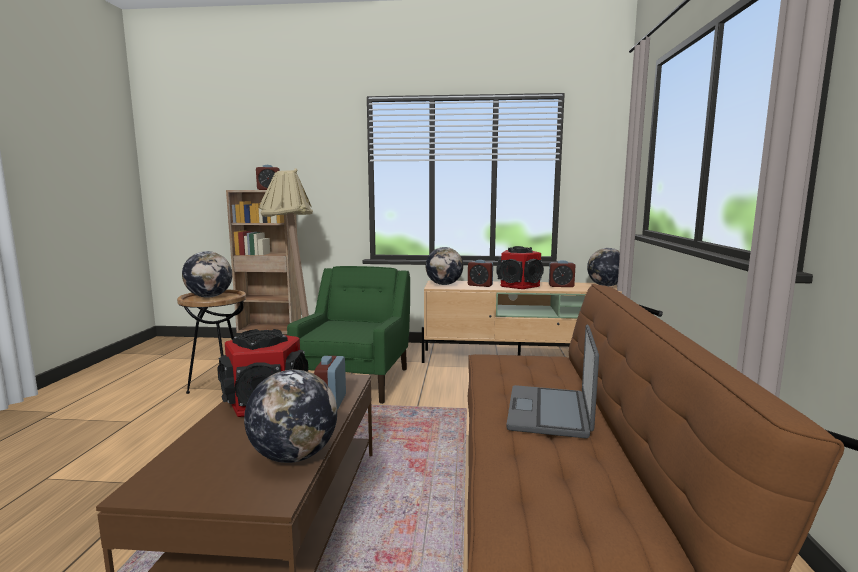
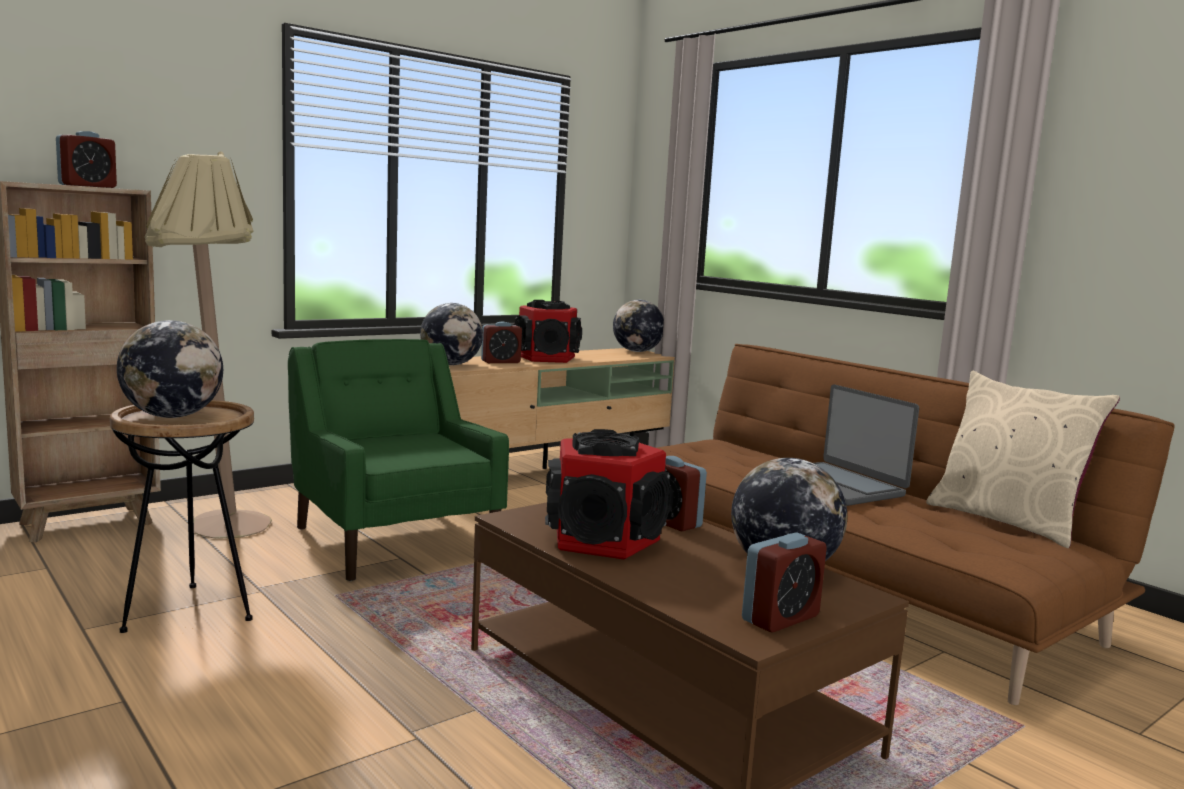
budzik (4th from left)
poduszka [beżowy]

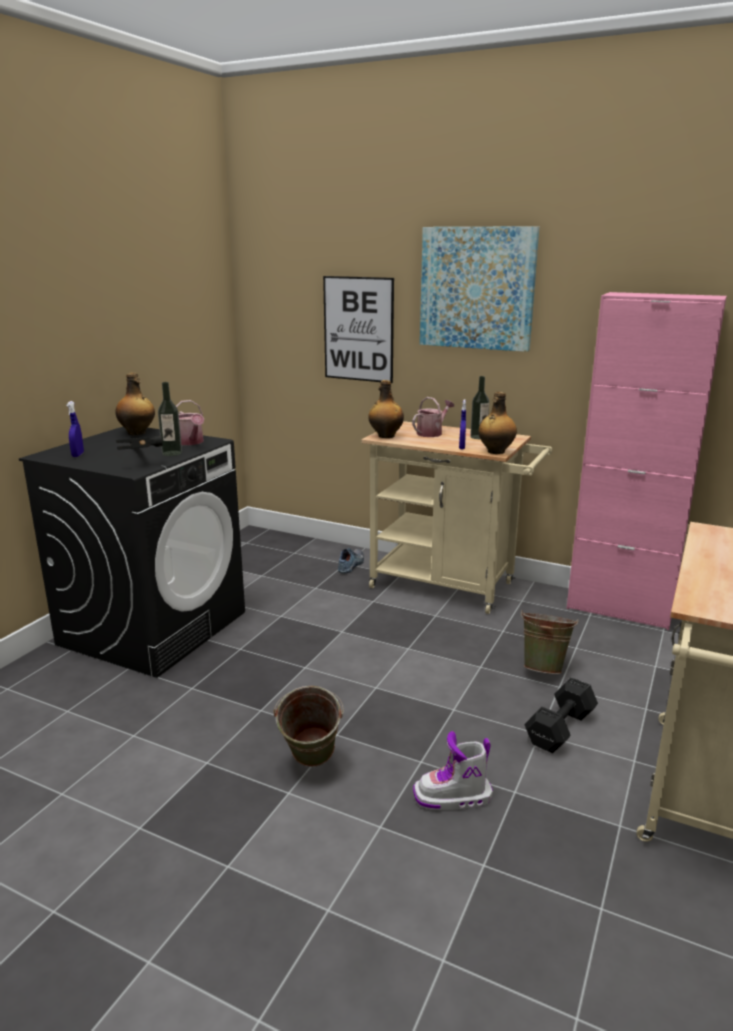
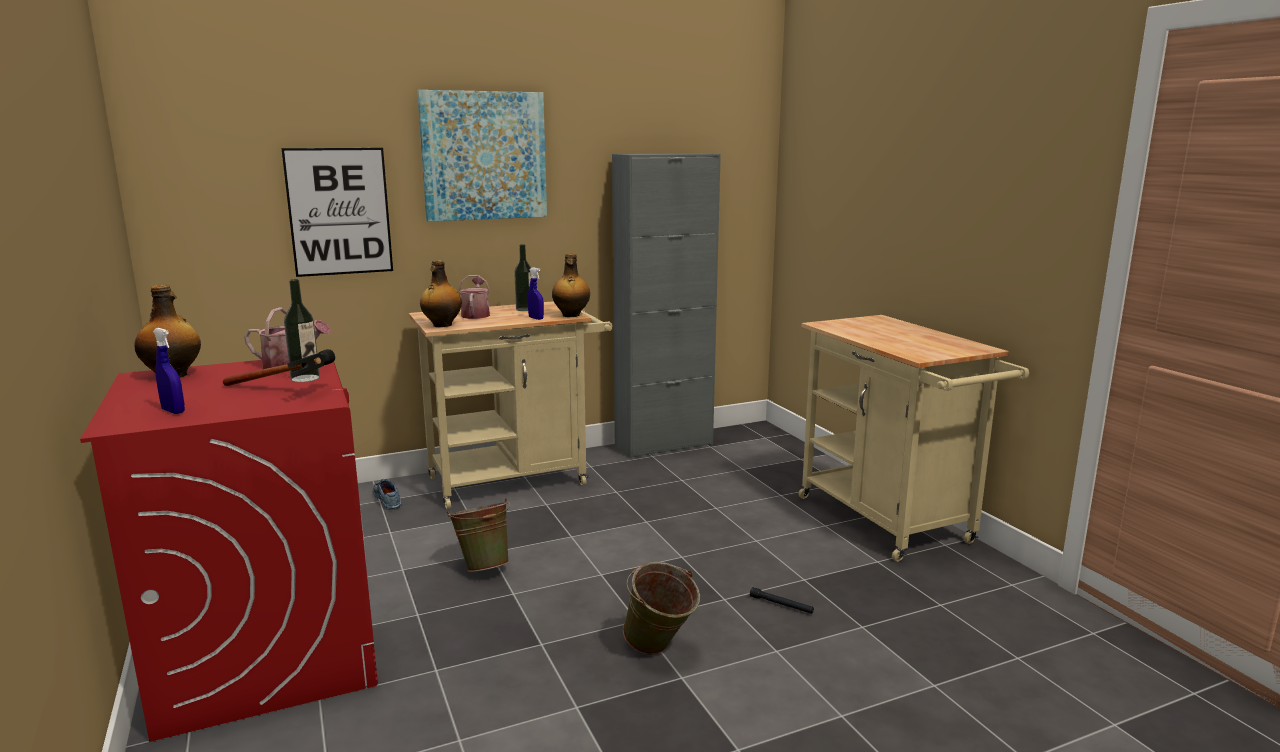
pralka [czerwony]
wiadro [zielony] (1st from left)
szafka [szary]
latarka [czarny]
hantel [czarny]

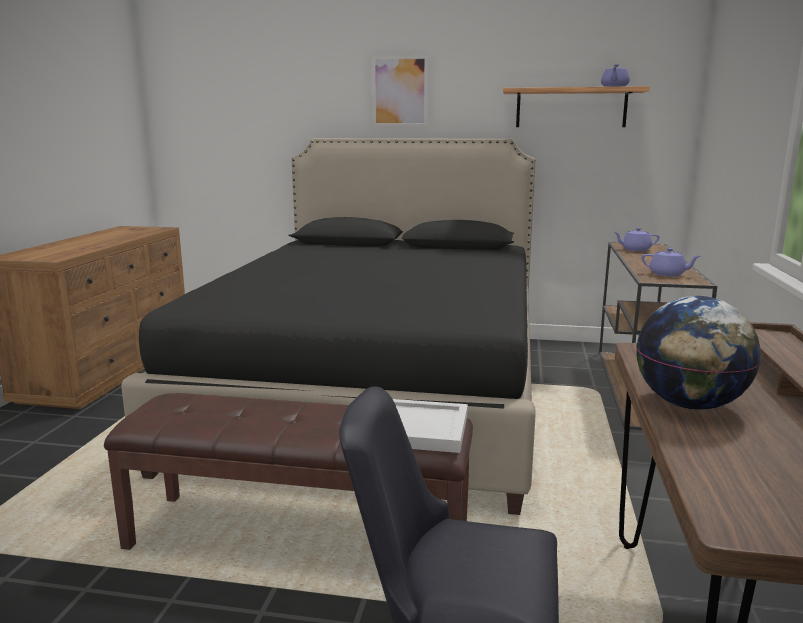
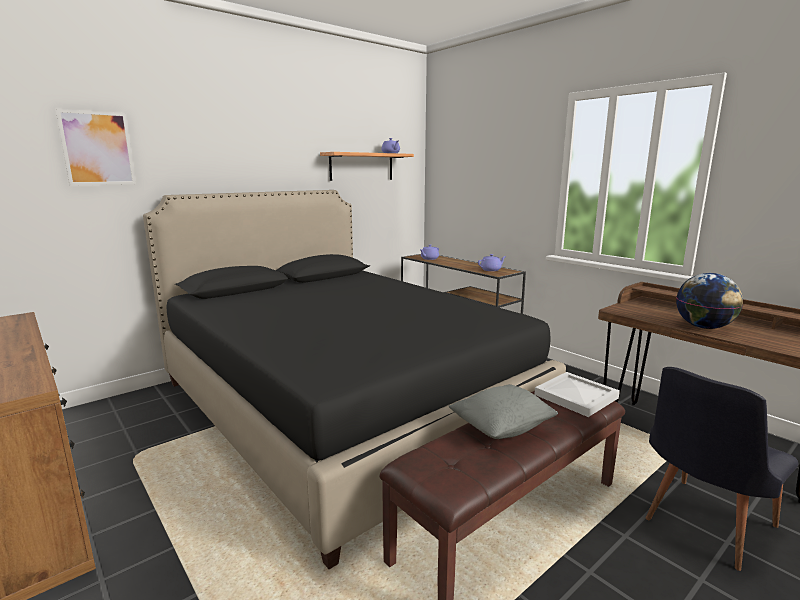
obraz
poduszka [szary]

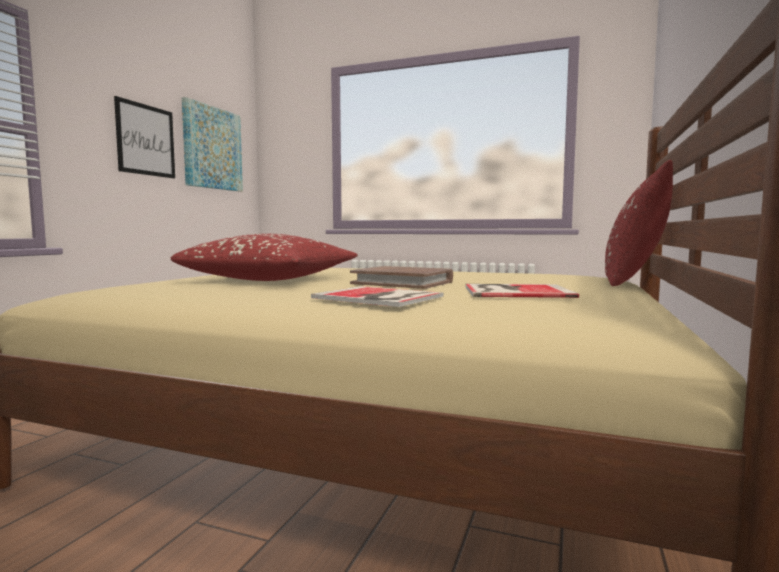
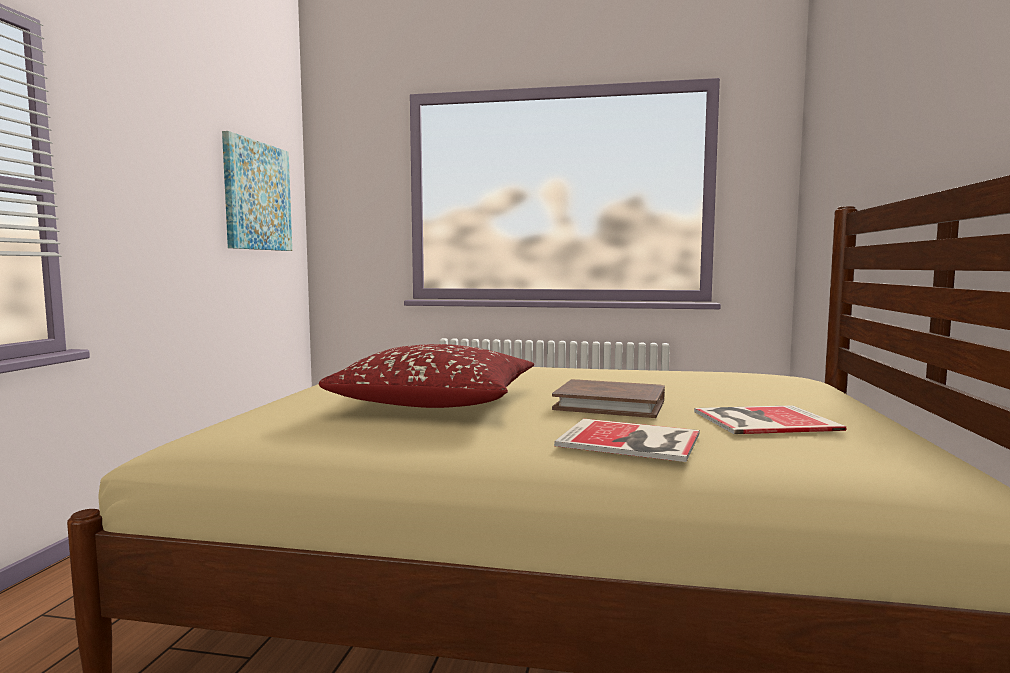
obraz (1st from left in the first image)
poduszka [czerwony] (2nd from left in the first image)

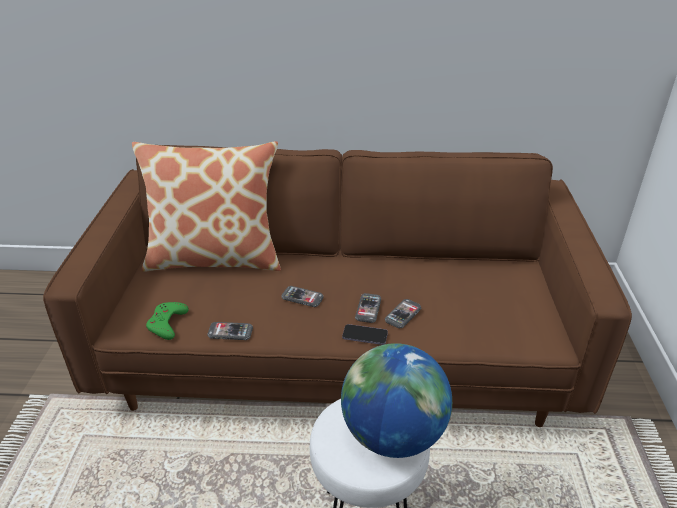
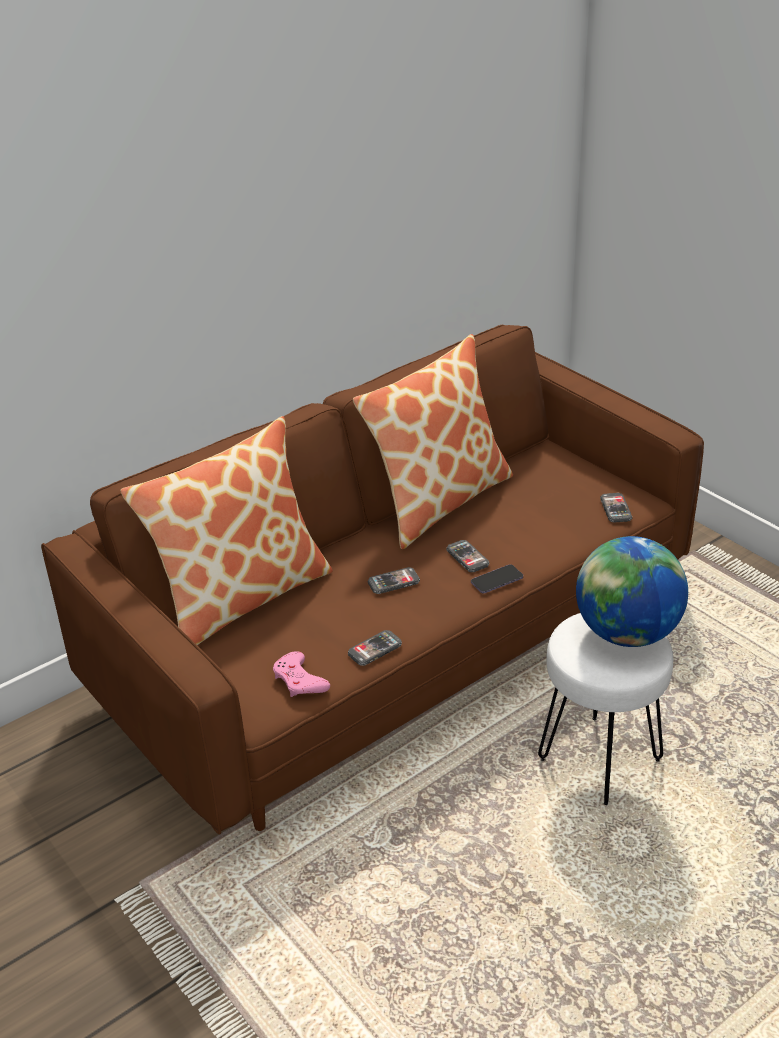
pad do gier [różowy]
poduszka (2nd from left)
telefon (5th from left)

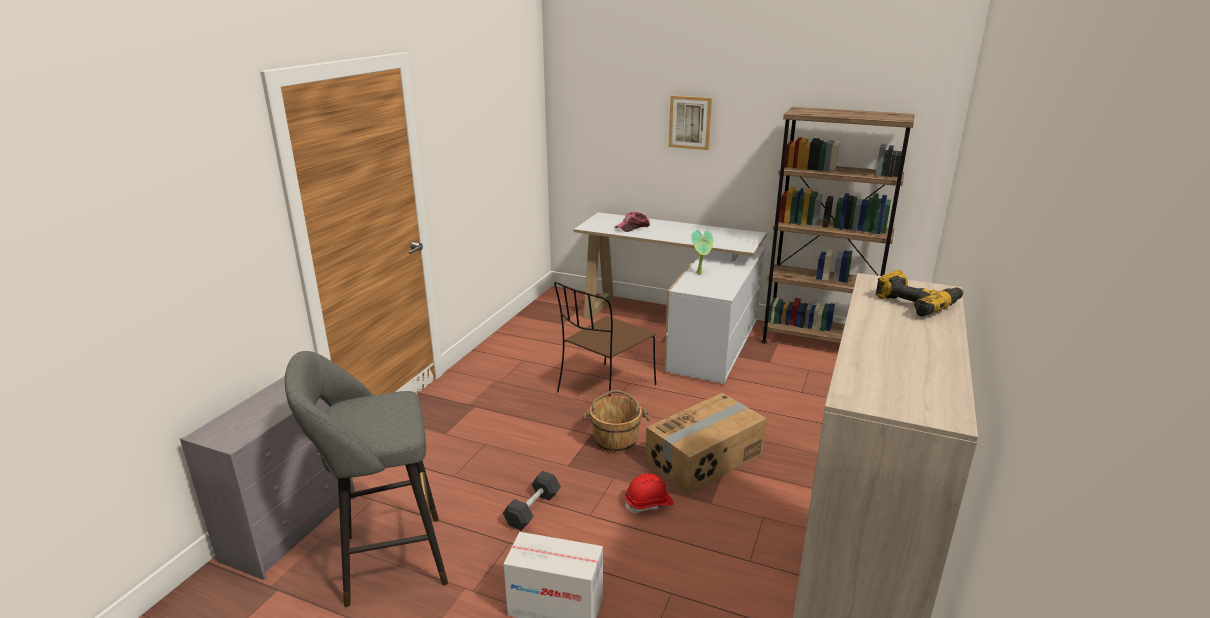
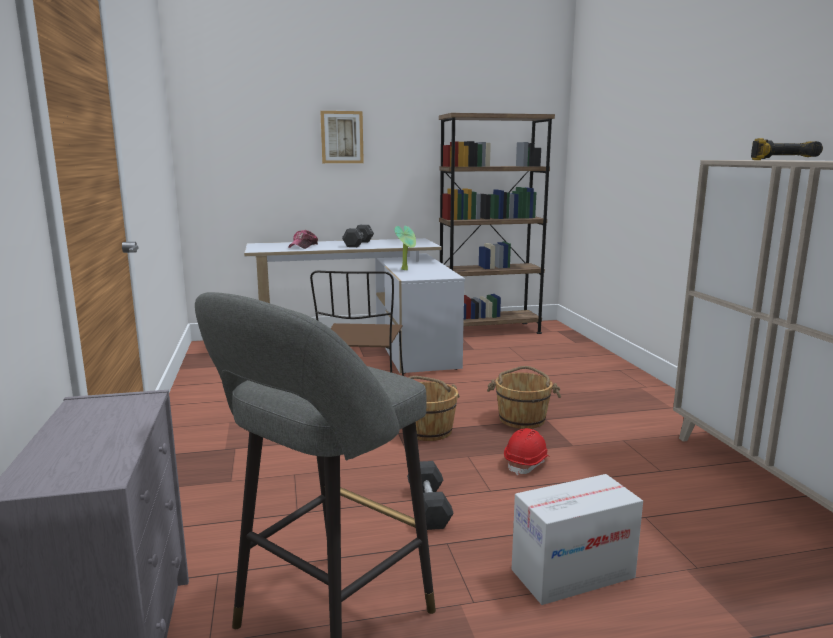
hantel [czarny] (1st from left)
wiadro [brązowy] (2nd from left)

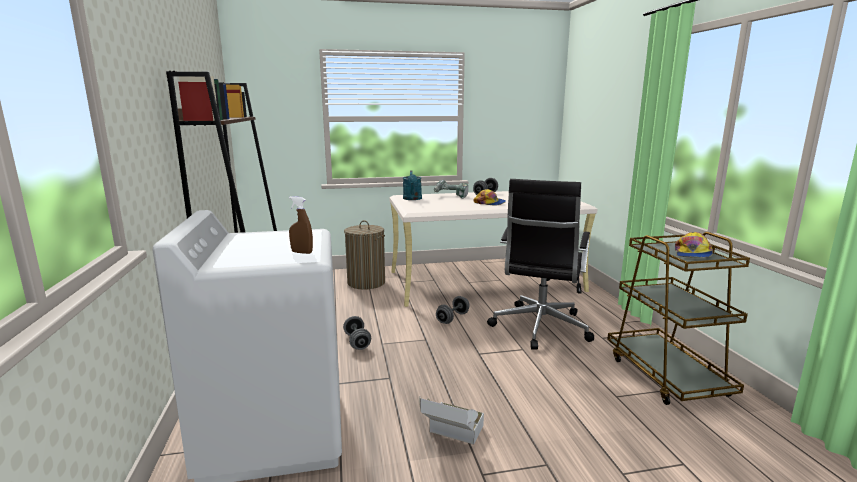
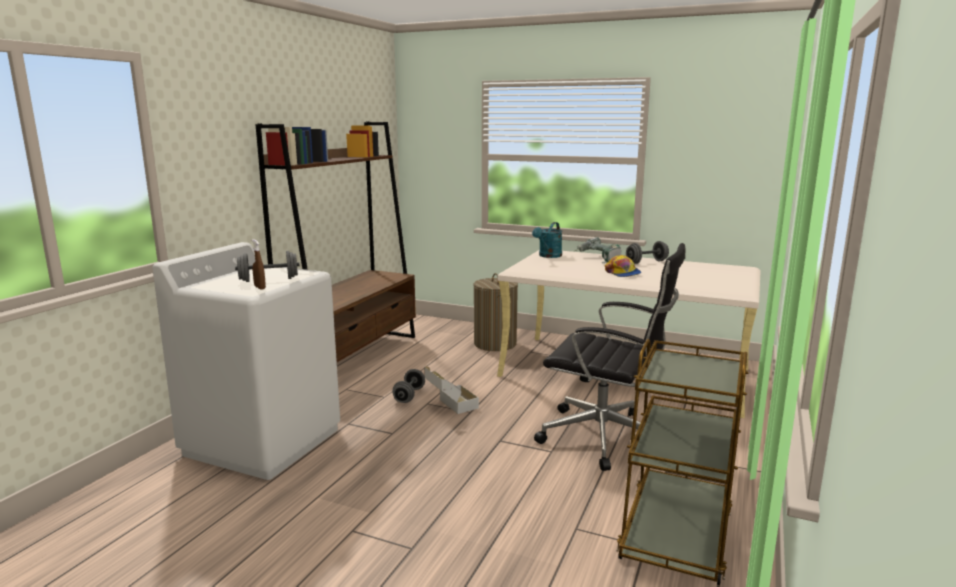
hantel [szary] (1st from left)
karton
krzesło biurowe [czarny]
czapka z daszkiem (2nd from left in the first image)

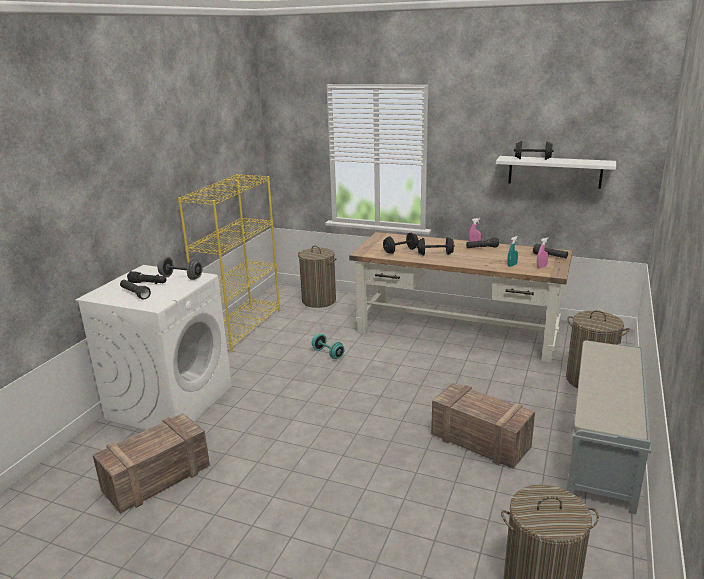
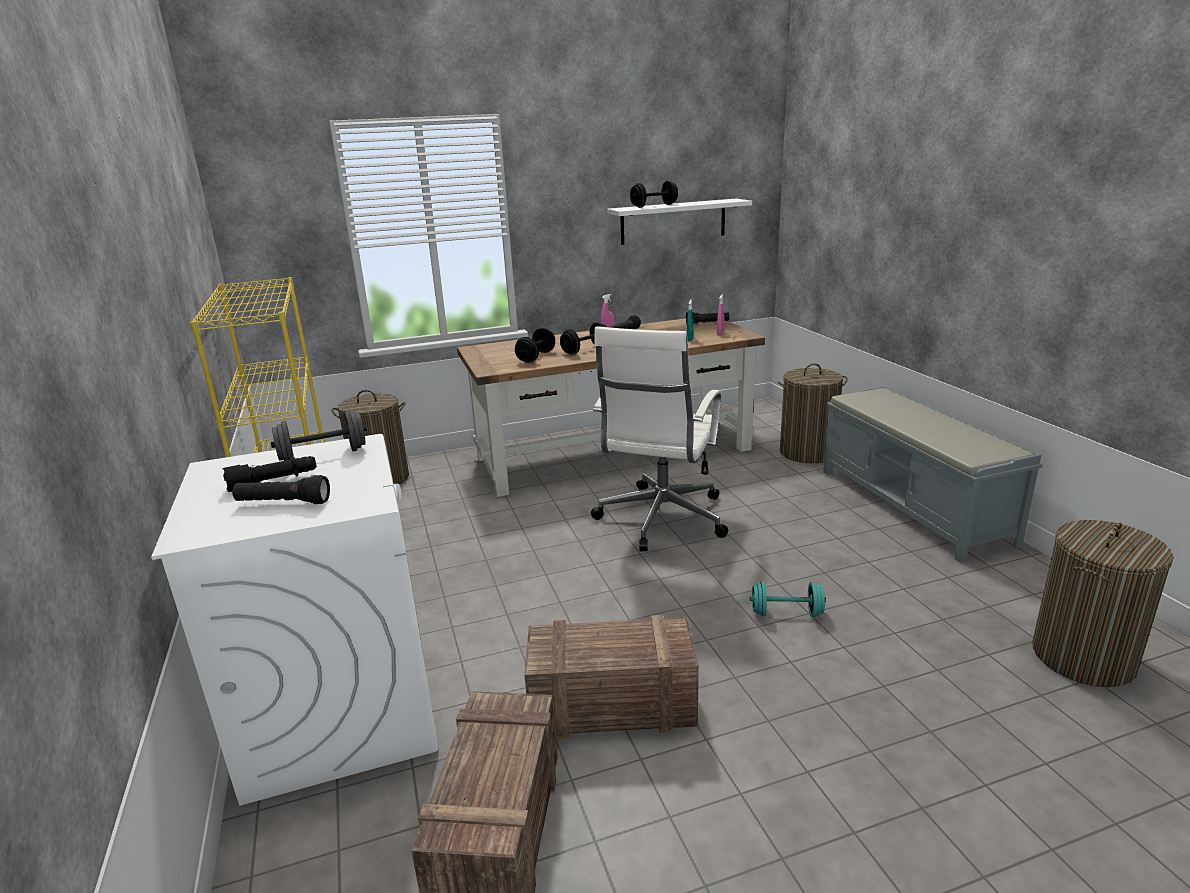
skrzynka (2nd from left)
krzesło biurowe [biały]
hantel [turkusowy]

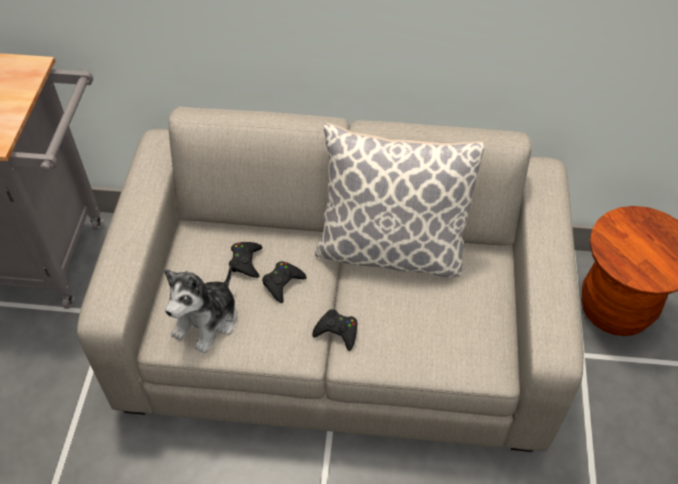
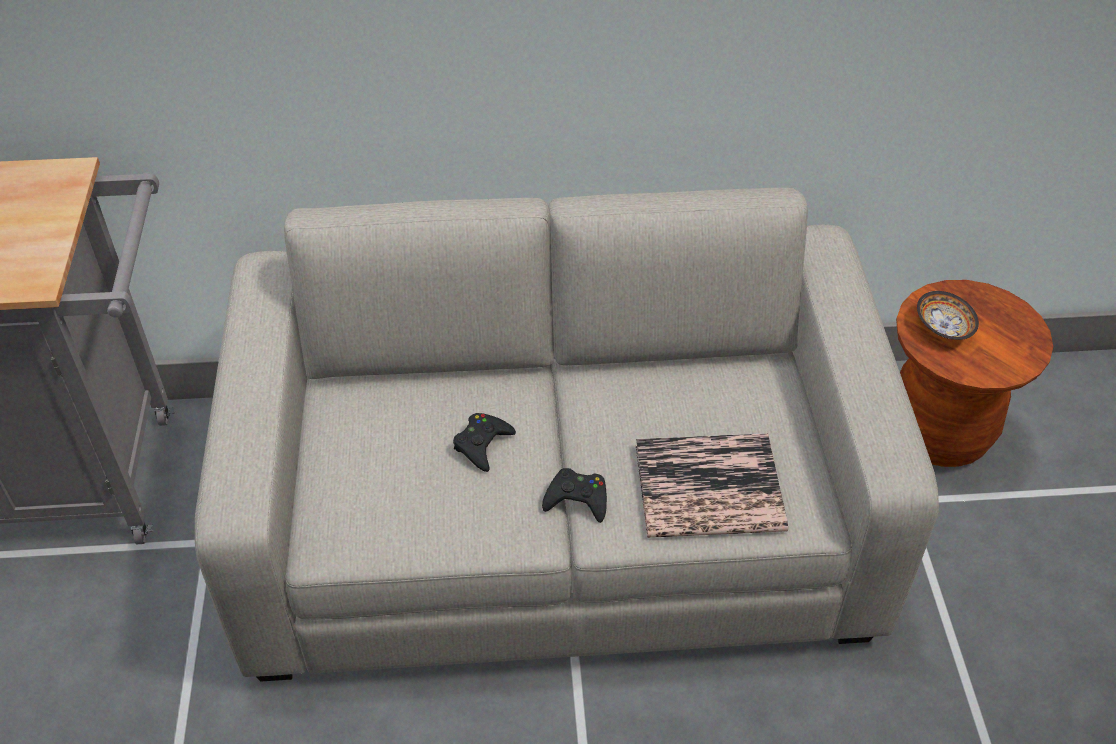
książka
miska
pluszak
pad do gier [czarny] (1st from left in the first image)
poduszka

